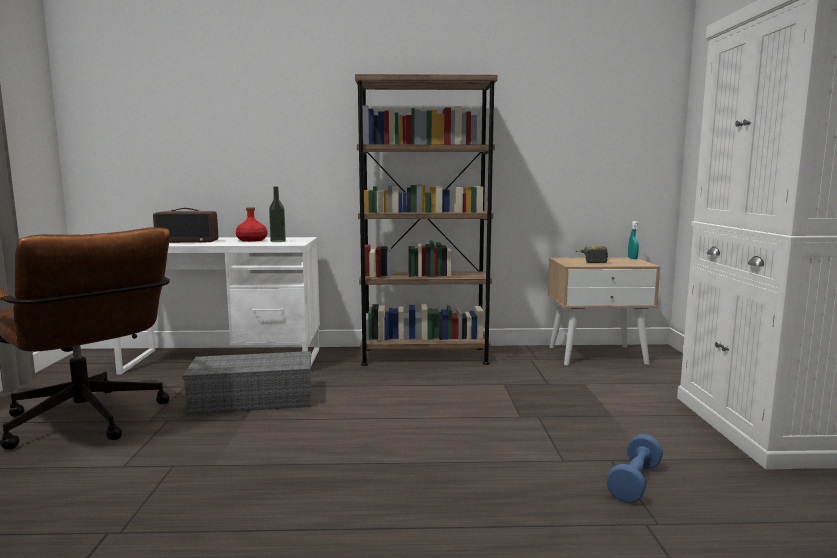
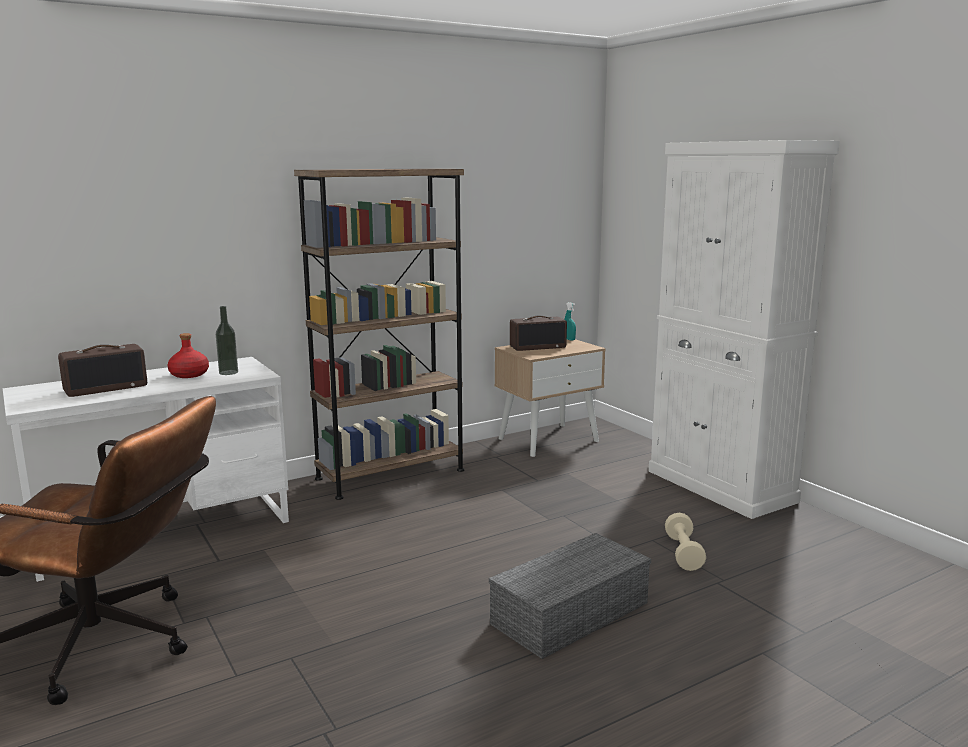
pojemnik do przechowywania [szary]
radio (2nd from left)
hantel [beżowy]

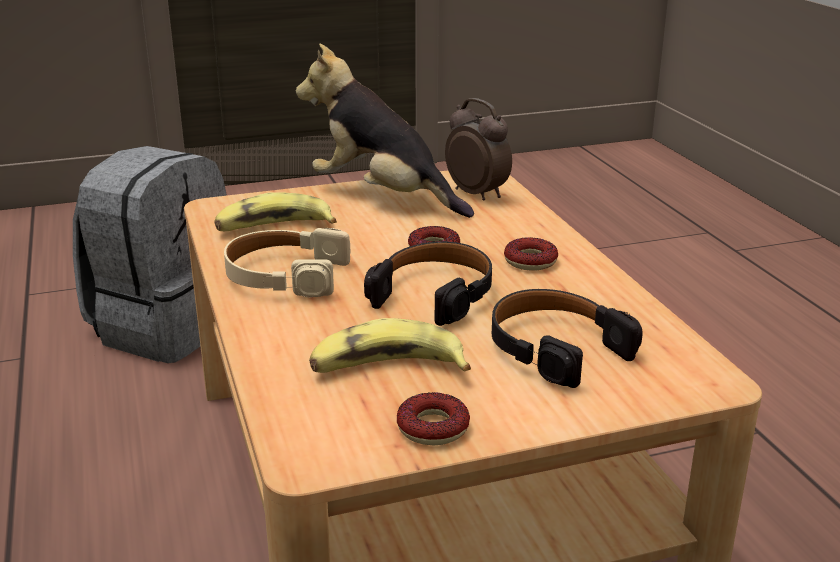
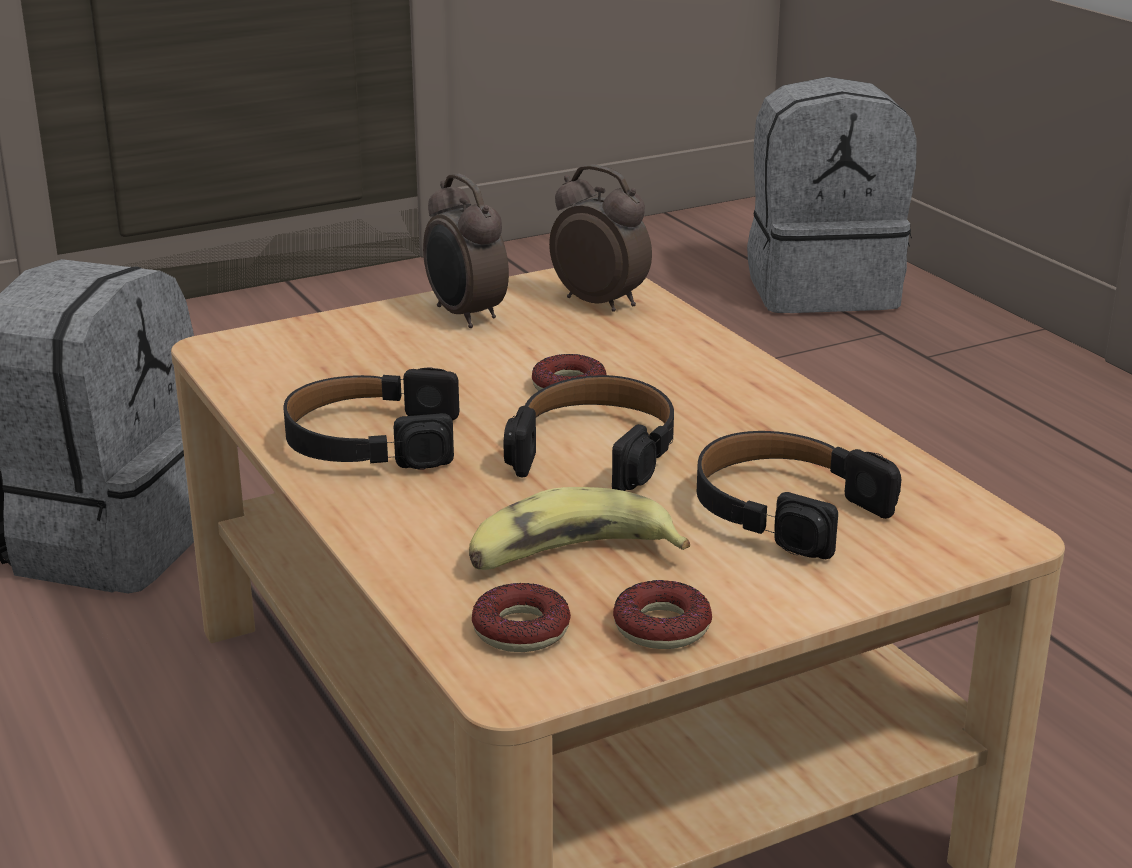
słuchawki [czarny] (1st from left)
budzik (1st from left)
donut (1st from left)
plecak [szary] (2nd from left)
banan (1st from left in the first image)

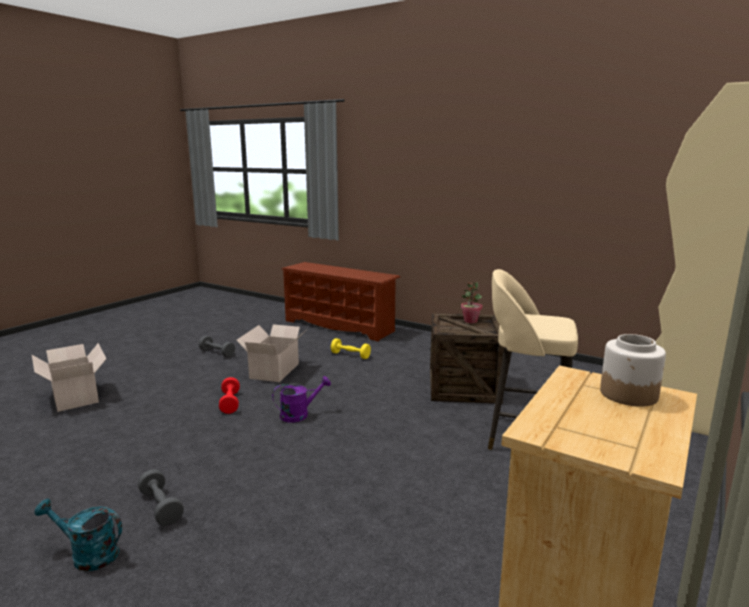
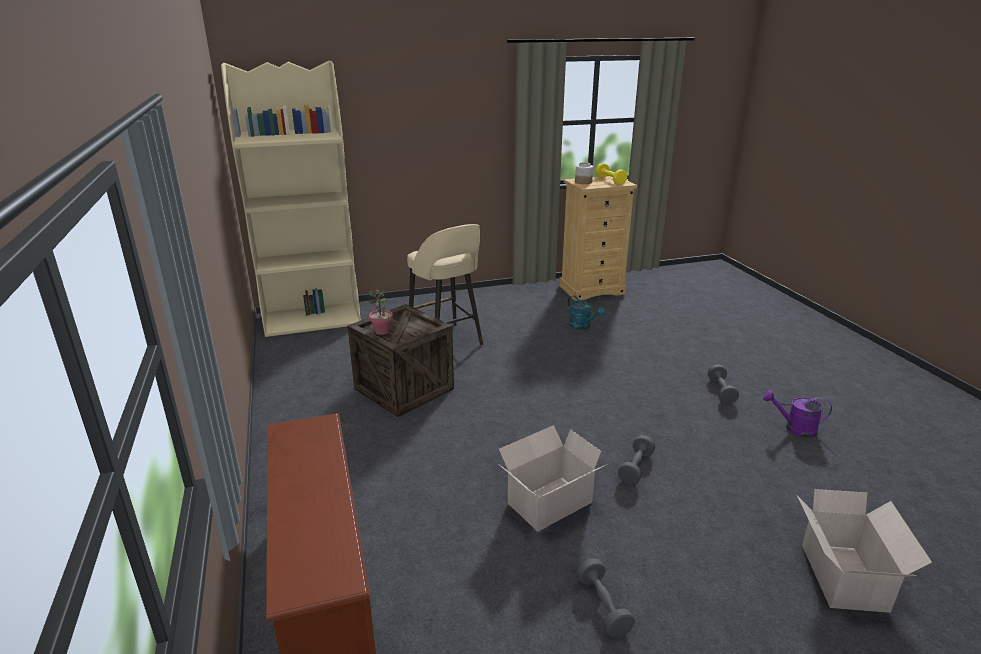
konewka [turkusowy]
hantel [żółty]
hantel [szary] (2nd from left)
konewka [fioletowy]

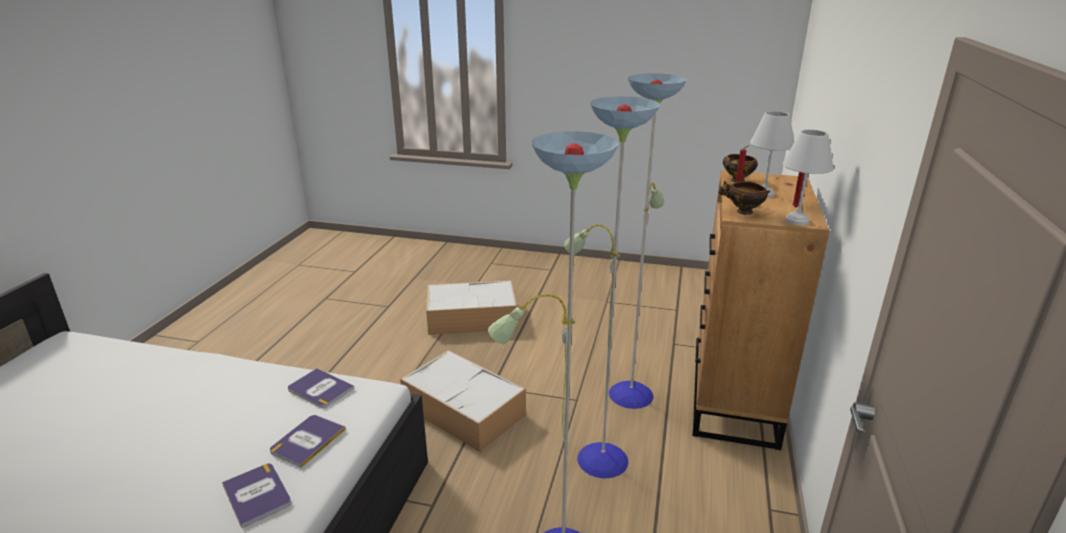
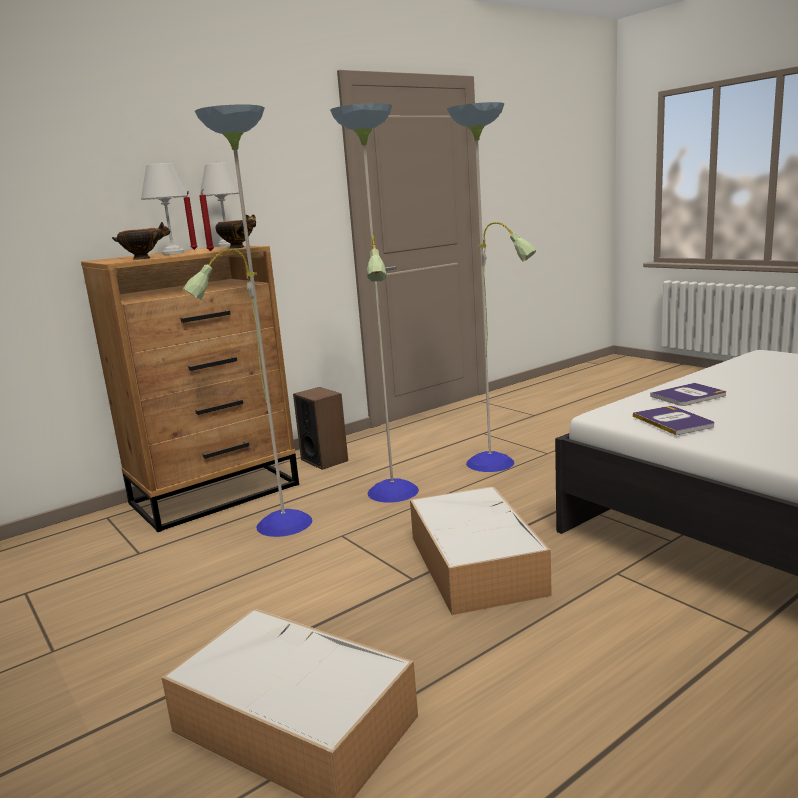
głośnik
książka (1st from left in the first image)

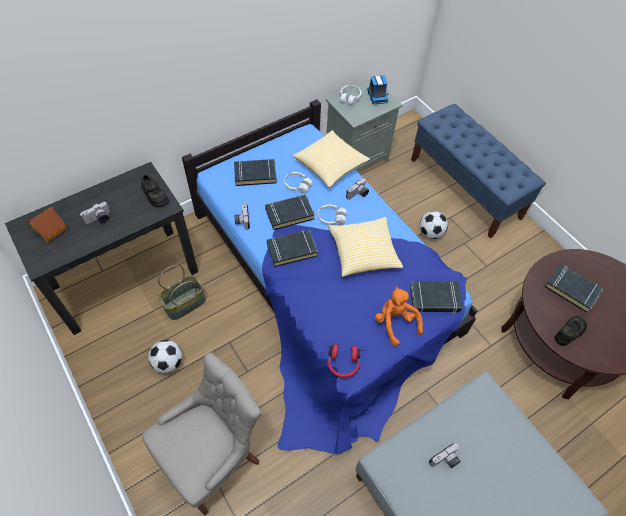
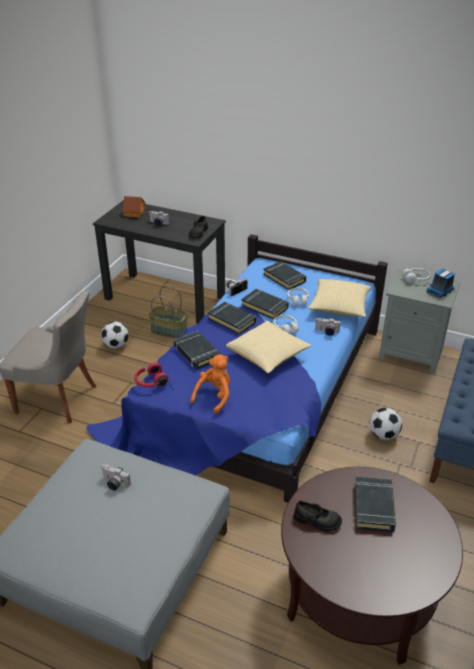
książka [czarny] (1st from left)

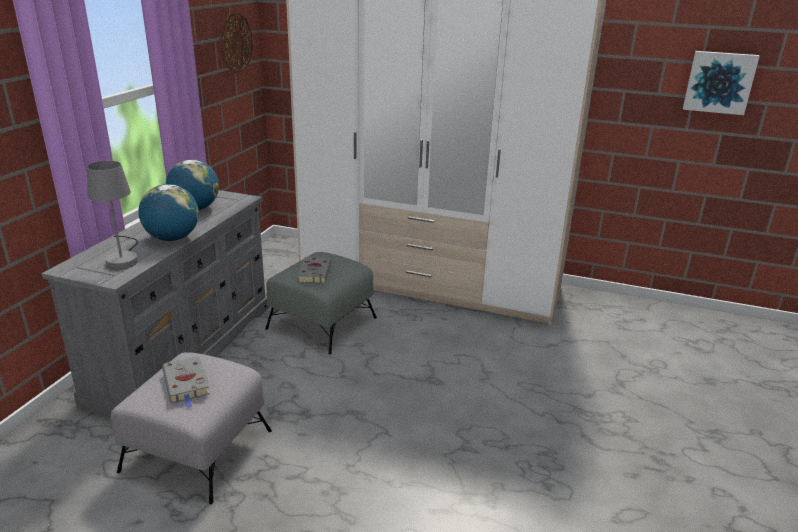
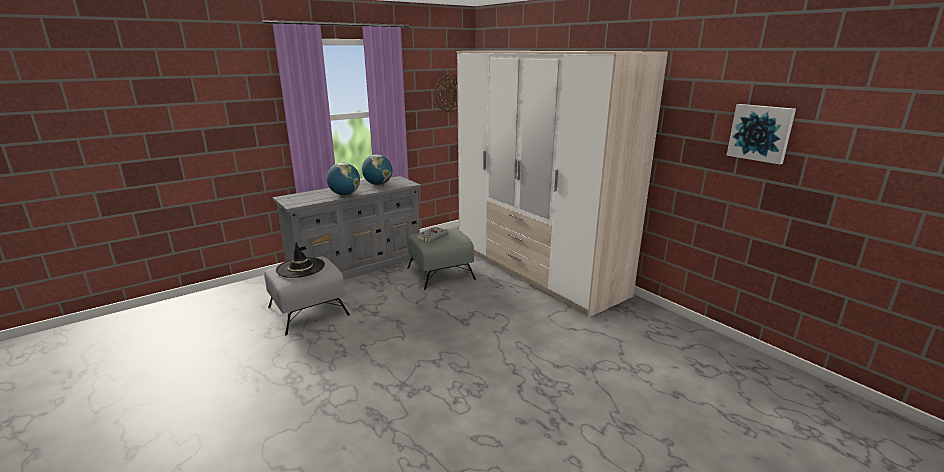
kapelusz [czarny]
lampa stołowa [szary]

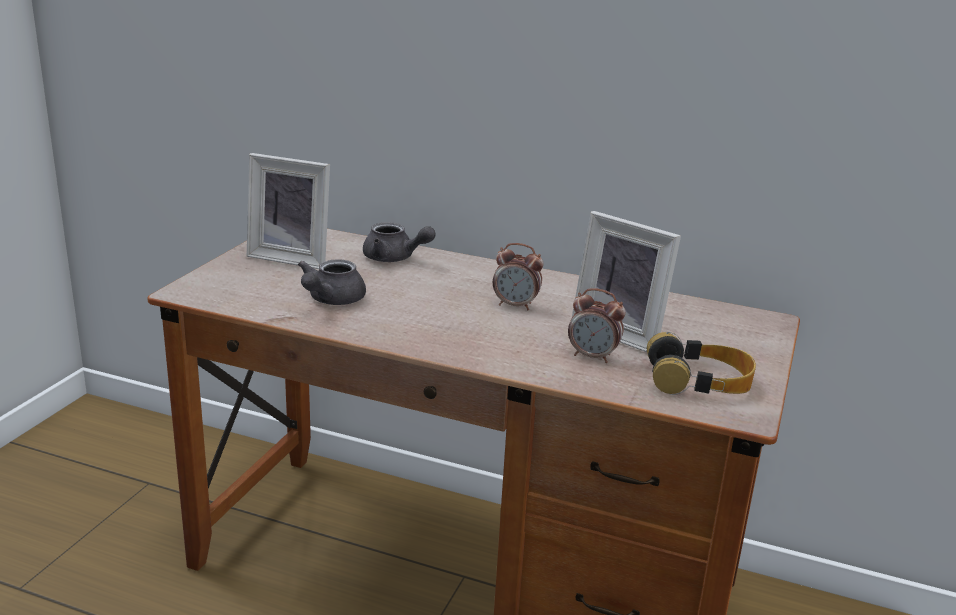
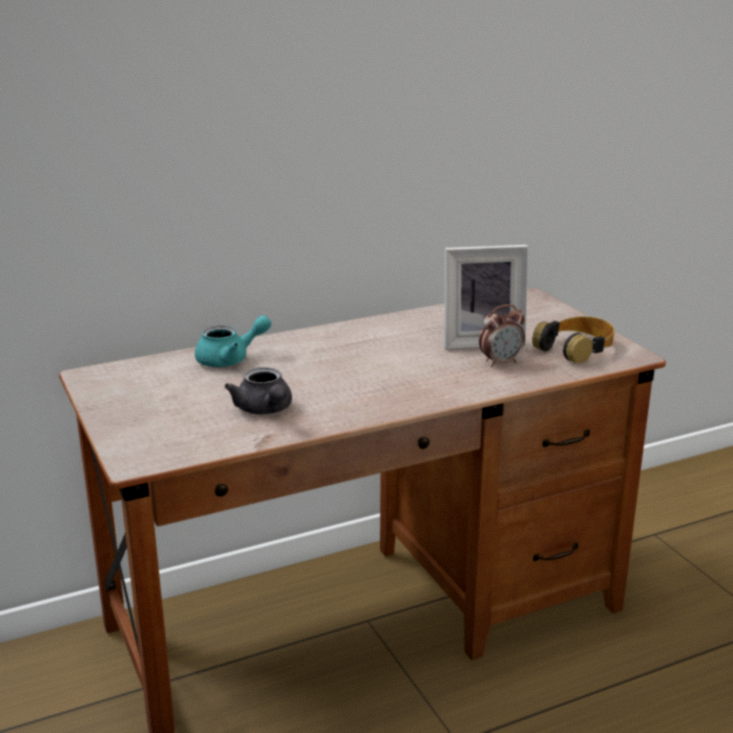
imbryk [turkusowy]
ramka na zdjęcie (1st from left in the first image)
budzik (1st from left in the first image)

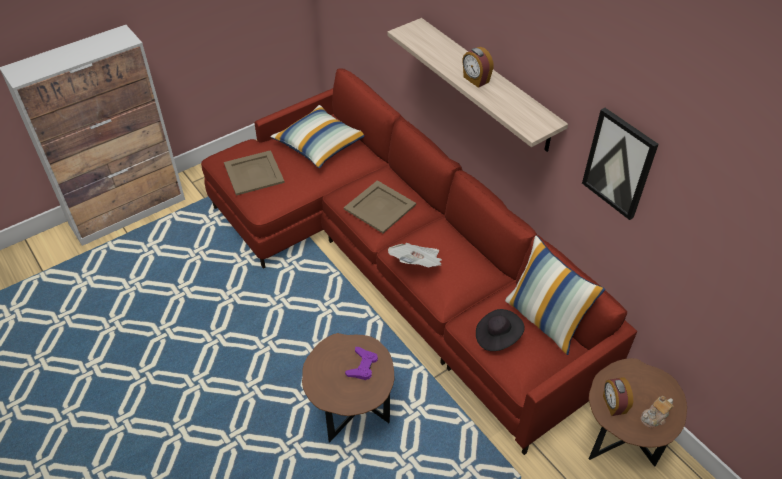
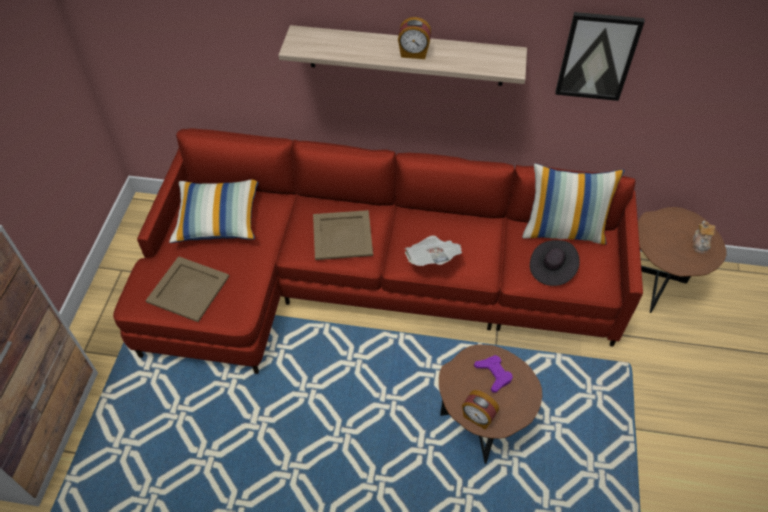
budzik (2nd from left)

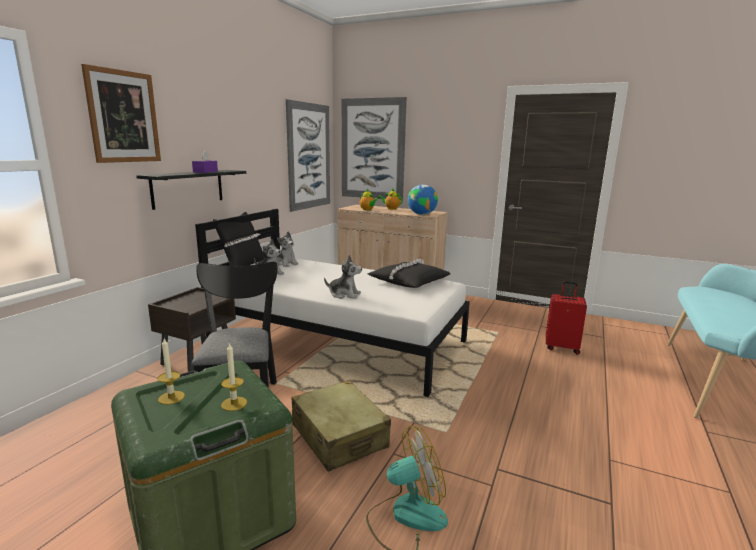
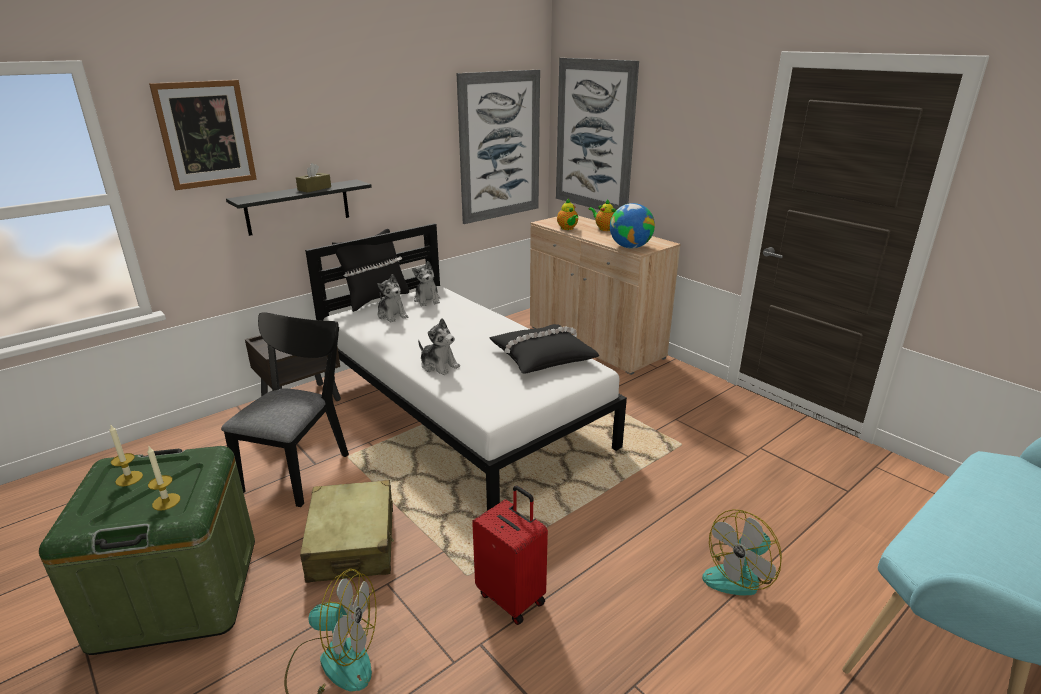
pudełko chusteczek [brązowy]
walizka [czerwony]
wentylator (2nd from left)

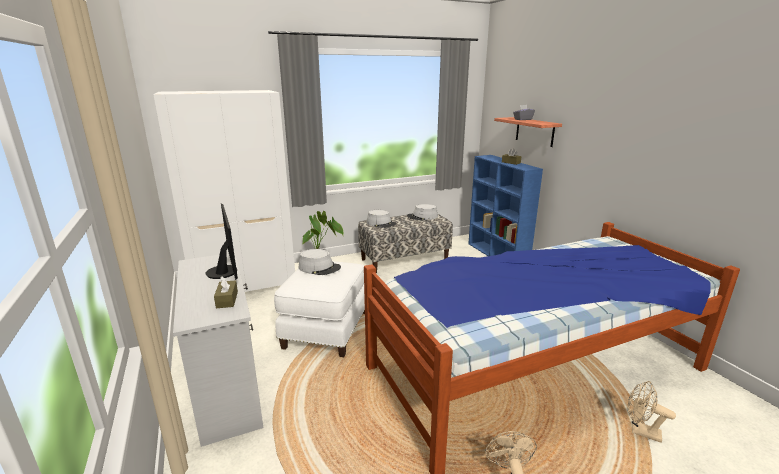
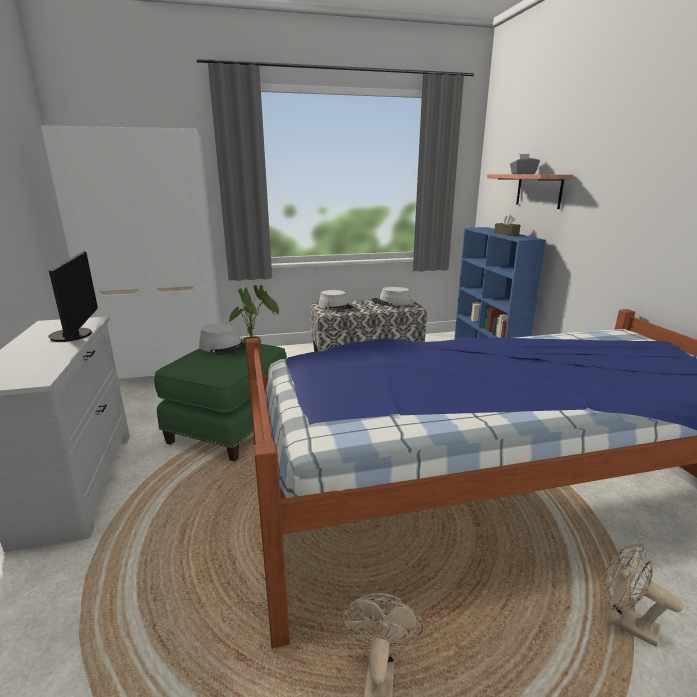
pufa [zielony]
pudełko chusteczek [brązowy] (1st from left in the first image)

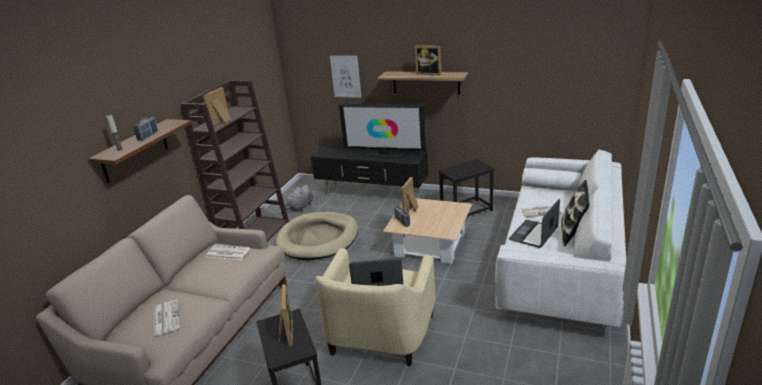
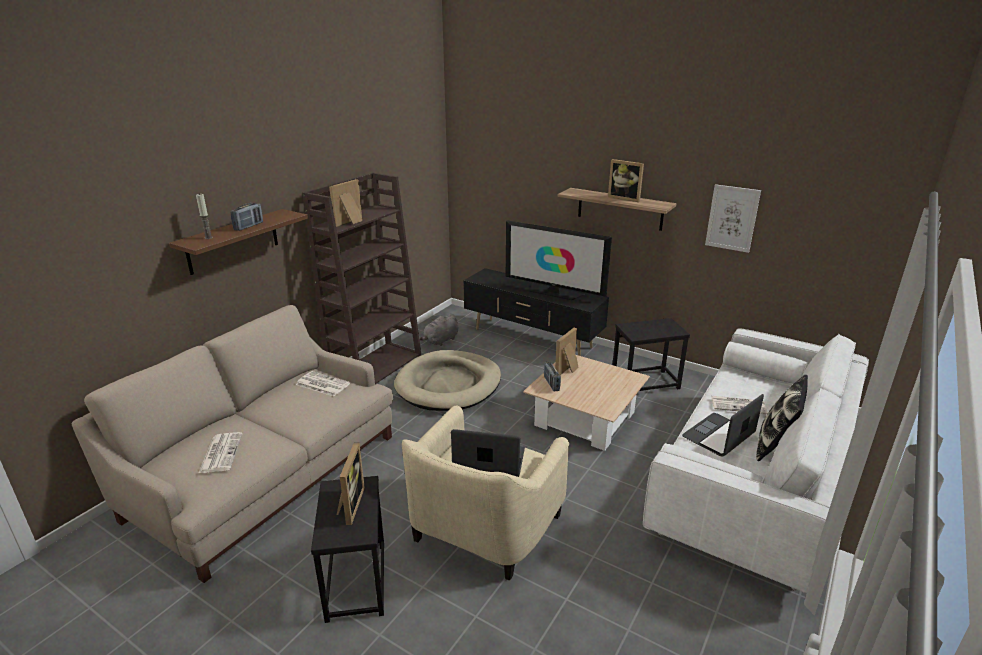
obraz

